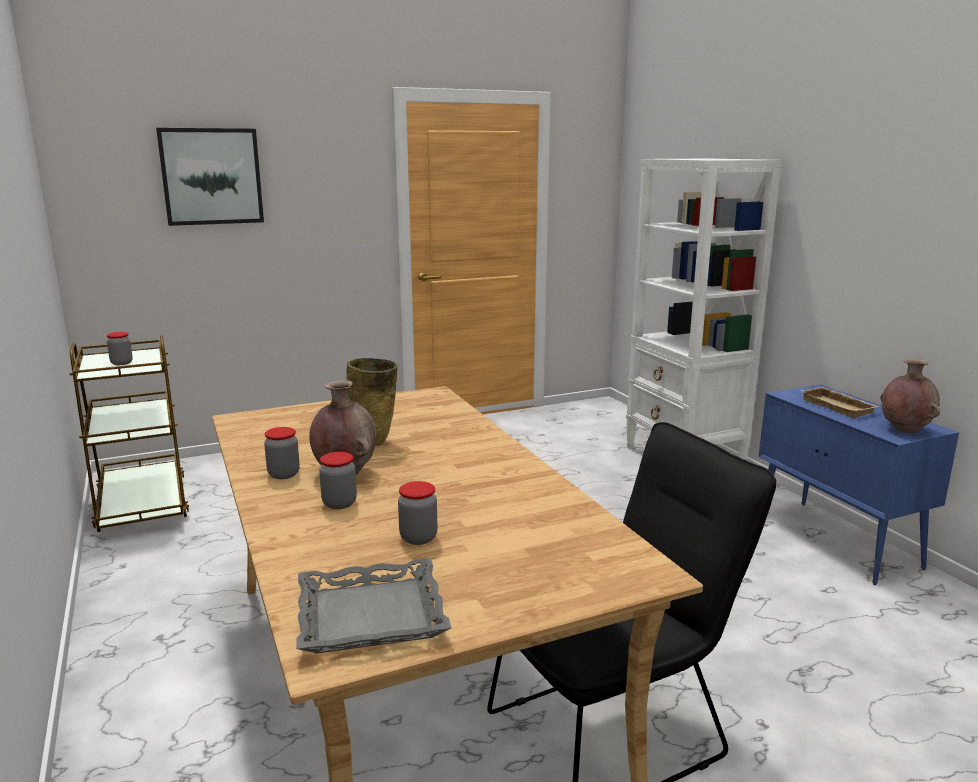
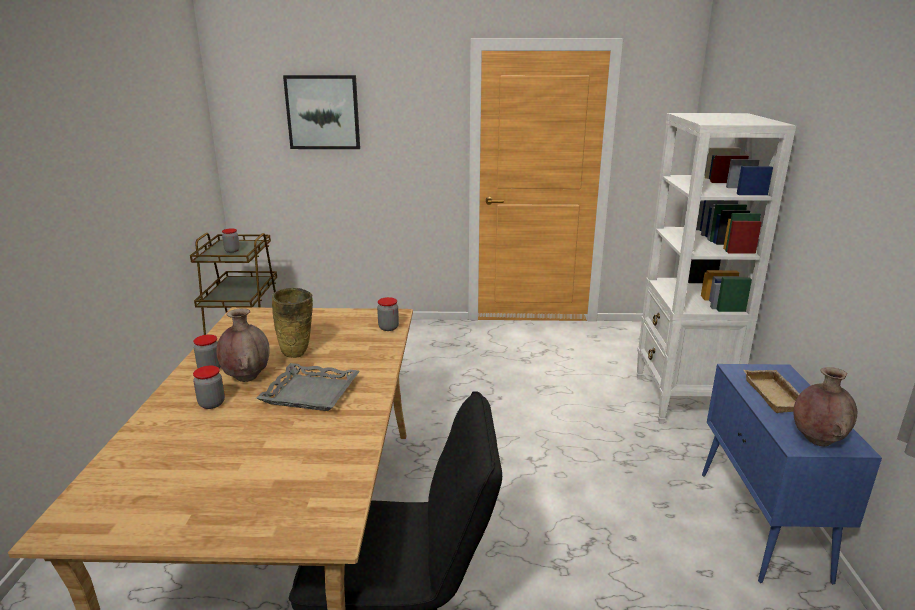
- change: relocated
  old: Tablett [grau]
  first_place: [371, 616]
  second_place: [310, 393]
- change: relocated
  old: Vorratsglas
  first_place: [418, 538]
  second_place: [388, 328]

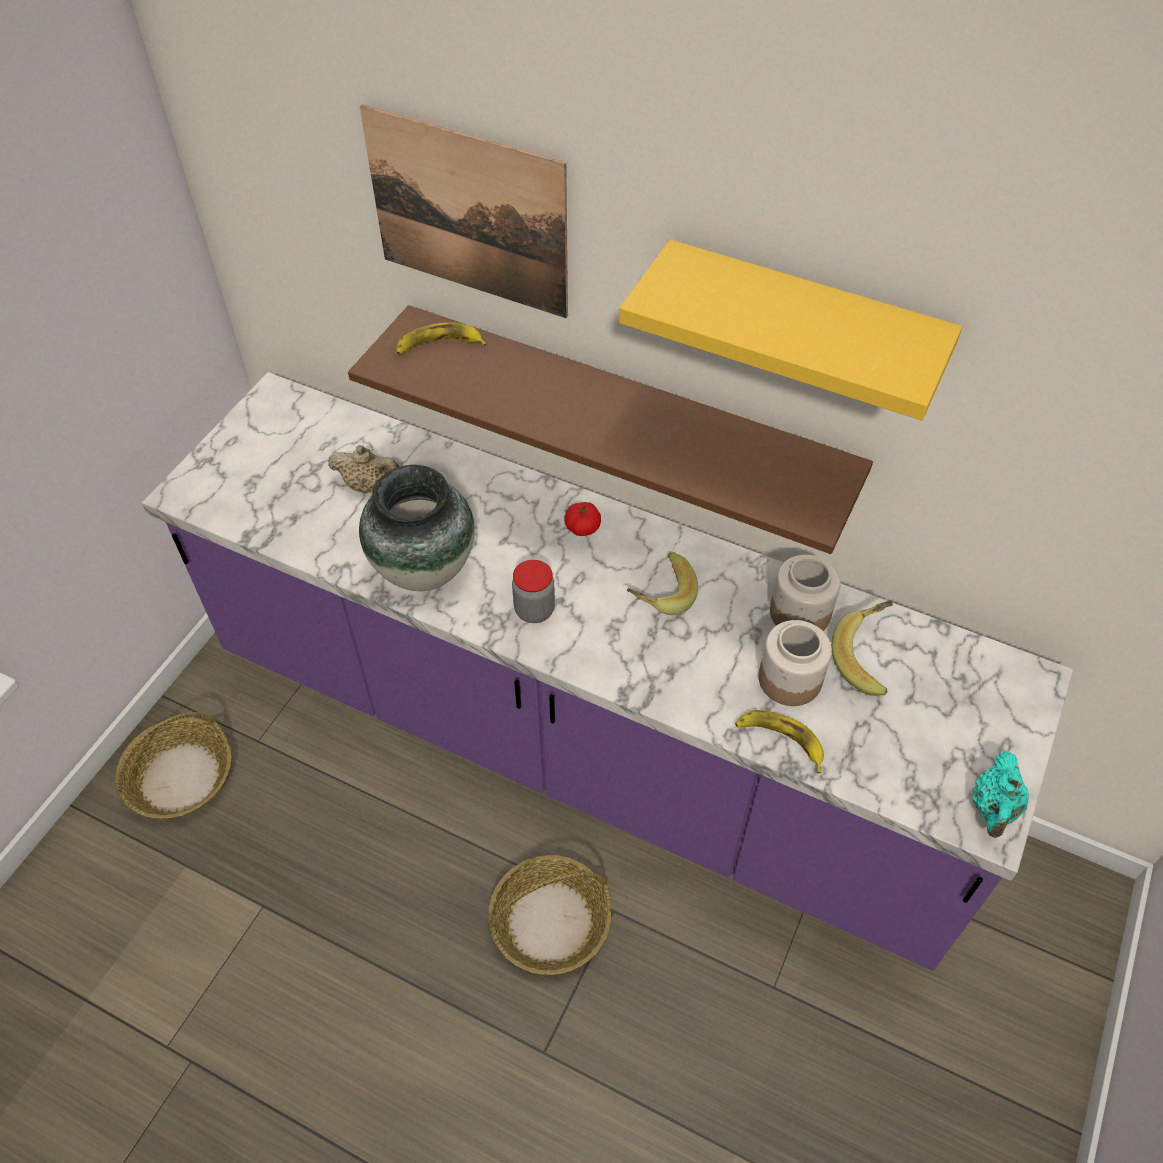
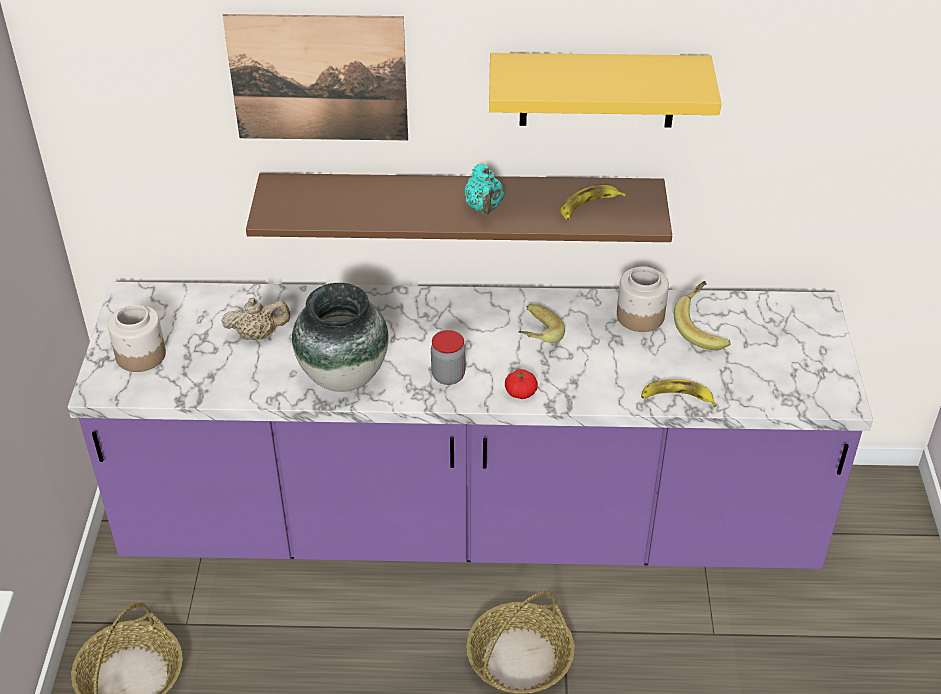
- change: relocated
  old: Vorratsglas
  first_place: [790, 679]
  second_place: [141, 355]
- change: relocated
  old: Teekanne [türkis]
  first_place: [993, 809]
  second_place: [484, 208]
- change: relocated
  old: Tomate
  first_place: [582, 527]
  second_place: [520, 392]
- change: relocated
  old: Banane
  first_place: [439, 345]
  second_place: [588, 206]

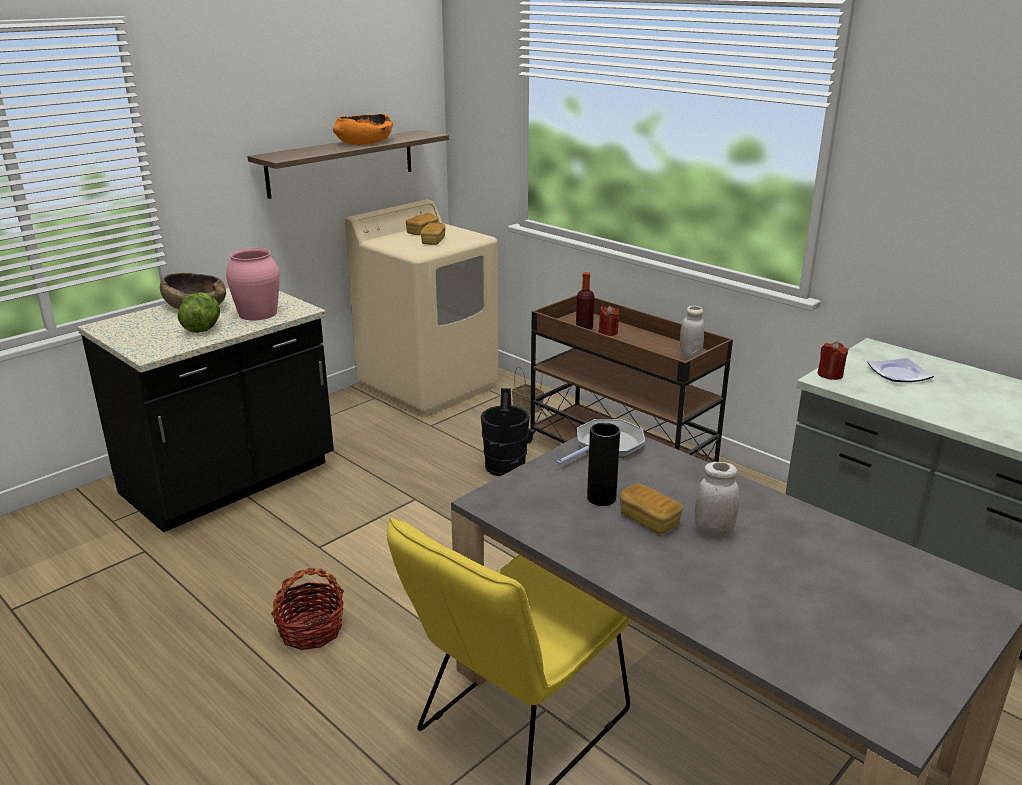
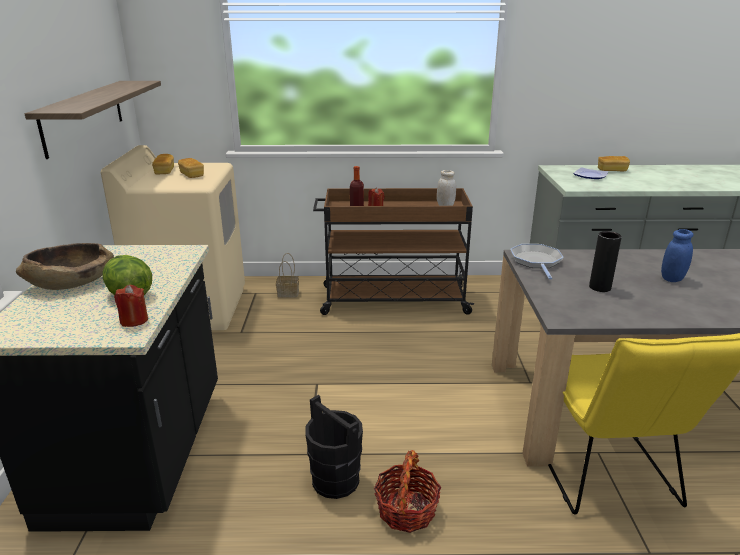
- change: relocated
  old: Kerze [rot]
  first_place: [830, 374]
  second_place: [134, 320]
- change: relocated
  old: Eimer [schwarz]
  first_place: [505, 466]
  second_place: [335, 480]
- change: relocated
  old: Brot
  first_place: [649, 520]
  second_place: [612, 170]
- change: colour
  old: Vorratsglas [weiß]
  new: Vorratsglas [blau]
  first_place: [713, 533]
  second_place: [672, 279]
- change: missing
  old: Vase [rosa]
  first_place: [258, 314]
- change: missing
  old: Schüssel [orange]
  first_place: [364, 142]

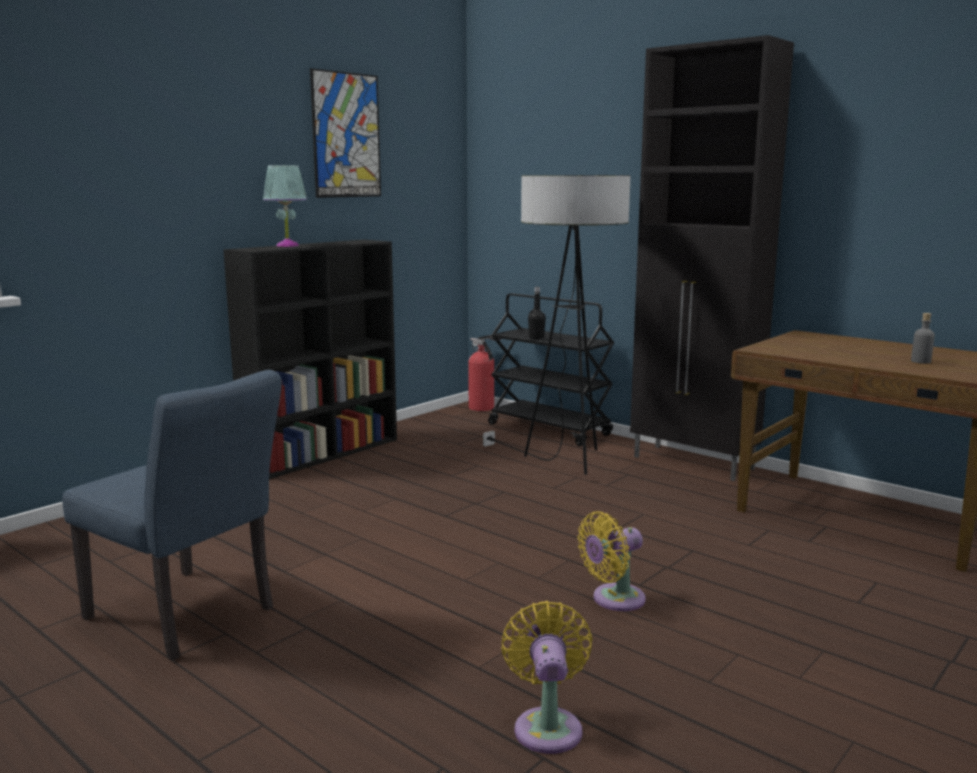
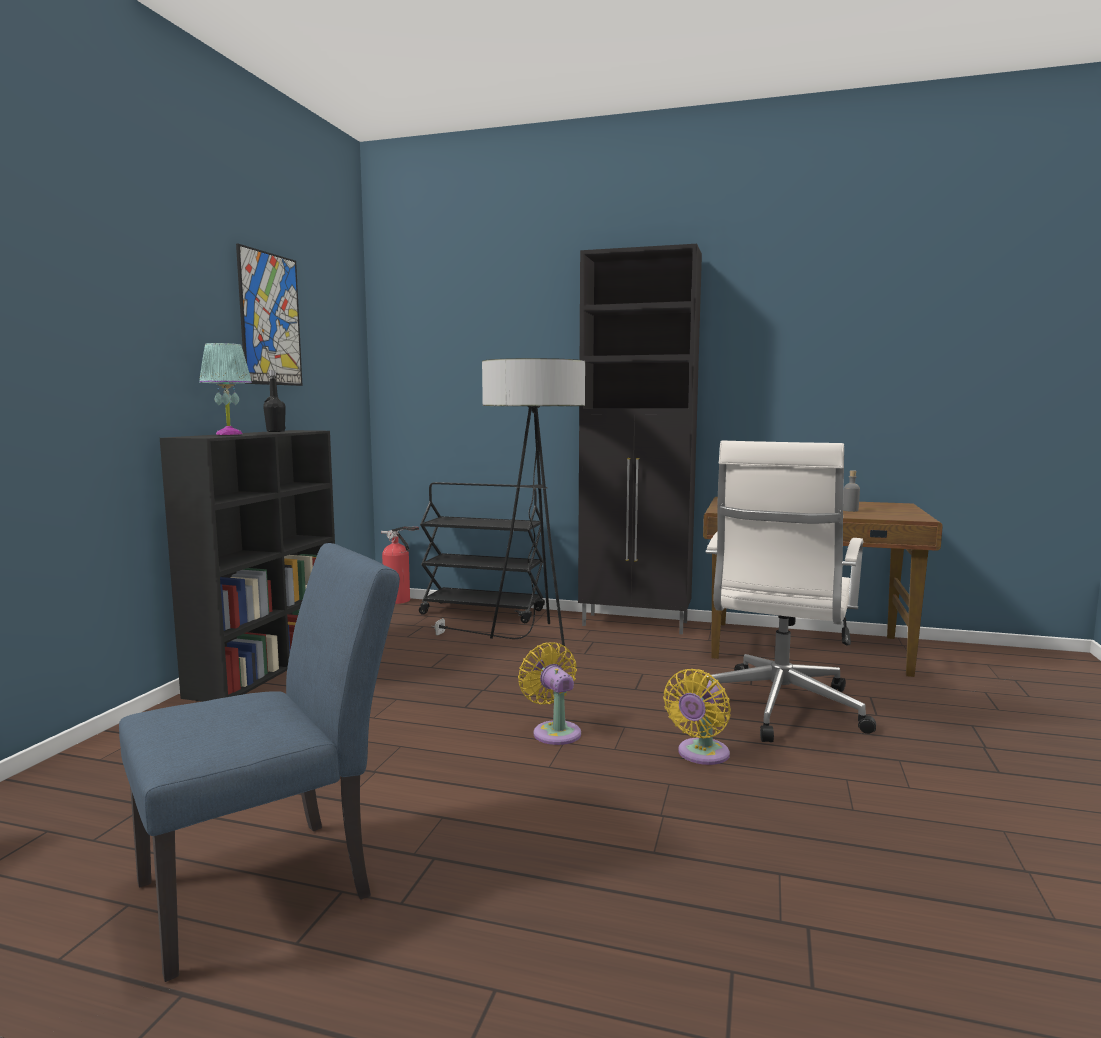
- change: spun
  old: Stuhl [blau]
  first_place: [188, 617]
  second_place: [273, 884]
  degrees: -45
- change: relocated
  old: Flasche [schwarz]
  first_place: [536, 338]
  second_place: [275, 431]
- change: relocated
  old: Ventilator [gelb]
  first_place: [547, 726]
  second_place: [554, 731]
- change: appeared
  new: Bürostuhl [weiß]
  second_place: [777, 709]

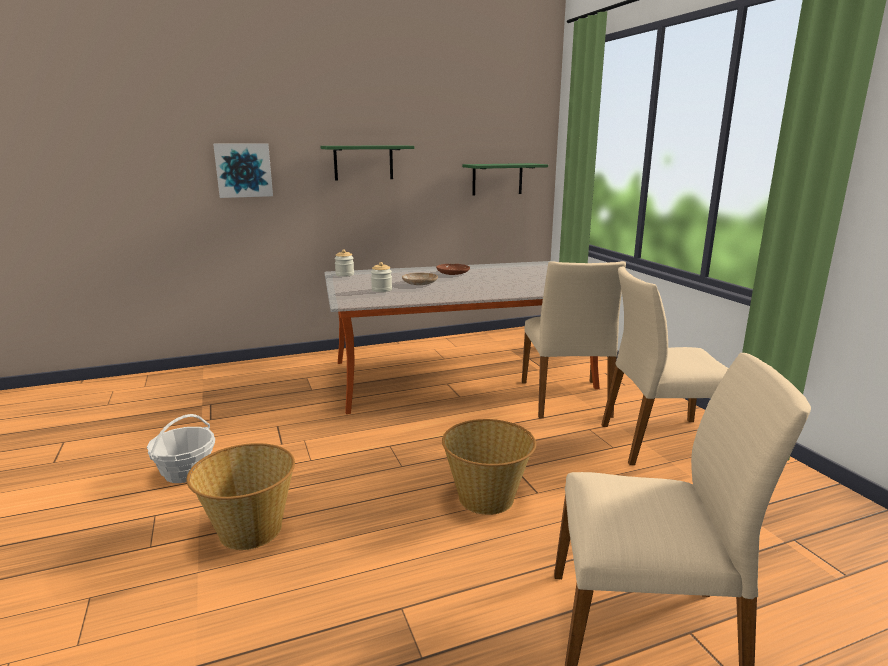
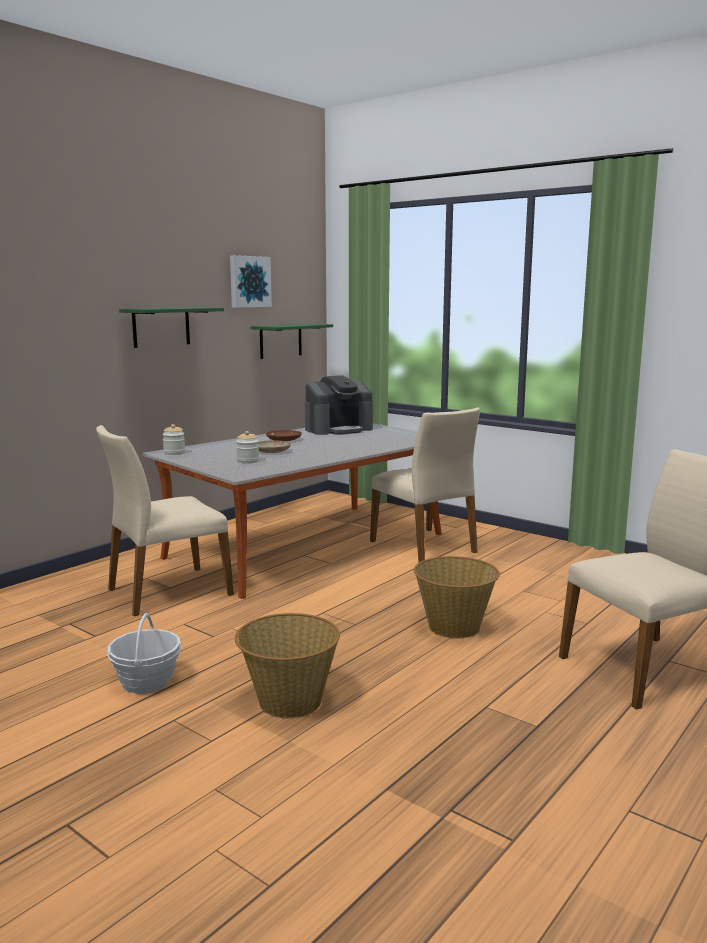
- change: relocated
  old: Stuhl [beige]
  first_place: [662, 442]
  second_place: [167, 591]
- change: relocated
  old: Bild
  first_place: [243, 170]
  second_place: [249, 281]
- change: appeared
  new: Kaffeemaschine
  second_place: [338, 429]

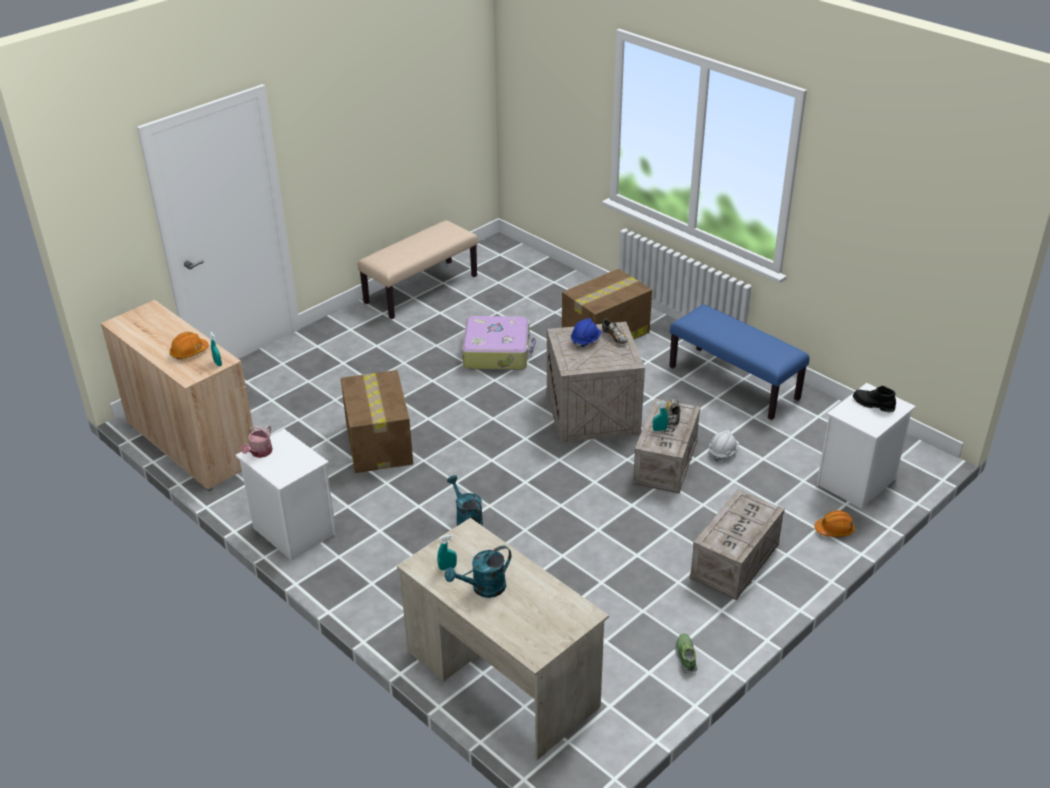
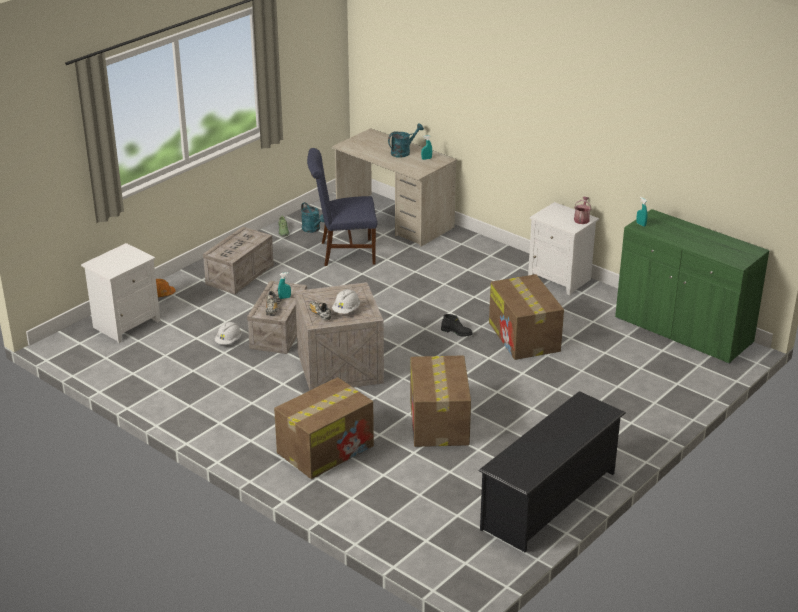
- change: relocated
  old: Gießkanne [türkis]
  first_place: [466, 519]
  second_place: [313, 229]
- change: appeared
  new: Stuhl [blau]
  second_place: [343, 253]
- change: colour
  old: Schutzhelm [blau]
  new: Schutzhelm [weiß]
  first_place: [585, 341]
  second_place: [346, 310]
- change: exchanged
  old: Koffer
  new: Karton
  first_place: [497, 352]
  second_place: [439, 423]
- change: relocated
  old: Stiefel [schwarz]
  first_place: [872, 404]
  second_place: [457, 332]
- change: exchanged
  old: Bank [beige]
  new: Schuhregal [schwarz]
  first_place: [421, 289]
  second_place: [549, 500]
- change: colour
  old: Schrank [beige]
  new: Schrank [grün]
  first_place: [192, 443]
  second_place: [683, 331]
- change: missing
  old: Schutzhelm [orange]
  first_place: [189, 352]
- change: missing
  old: Bank [blau]
  first_place: [734, 383]

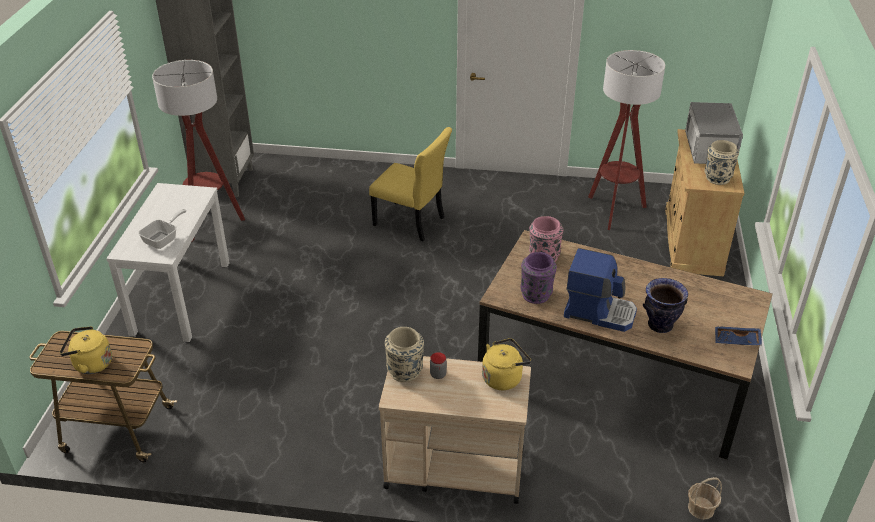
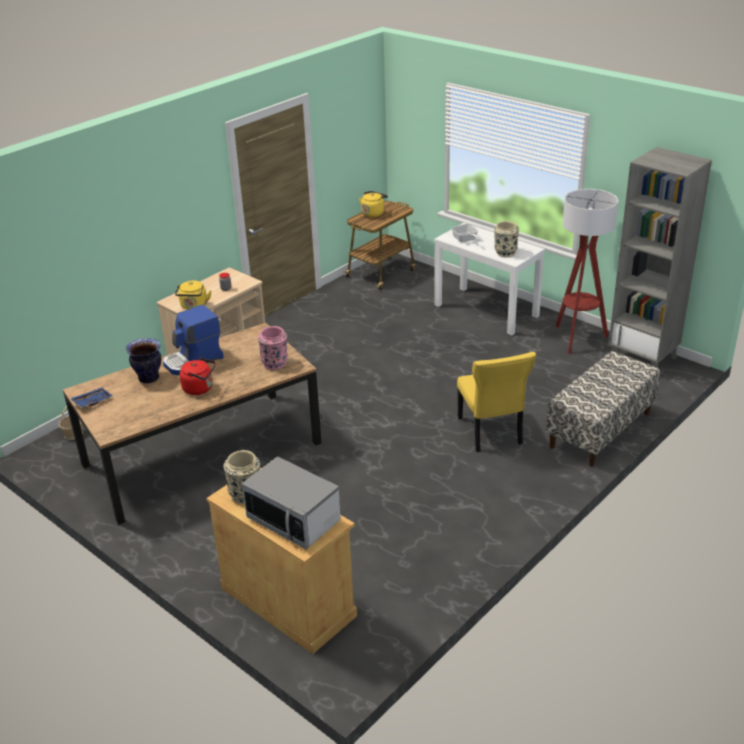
- change: appeared
  new: Wasserkessel [rot]
  second_place: [200, 388]
- change: spun
  old: Stuhl [gelb]
  first_place: [411, 222]
  second_place: [490, 433]
  degrees: -75
- change: relocated
  old: Vase [beige]
  first_place: [405, 372]
  second_place: [505, 253]
- change: appeared
  new: Bank
  second_place: [600, 430]
- change: missing
  old: Vase [lila]
  first_place: [536, 294]
- change: missing
  old: Stehlampe
  first_place: [614, 211]

